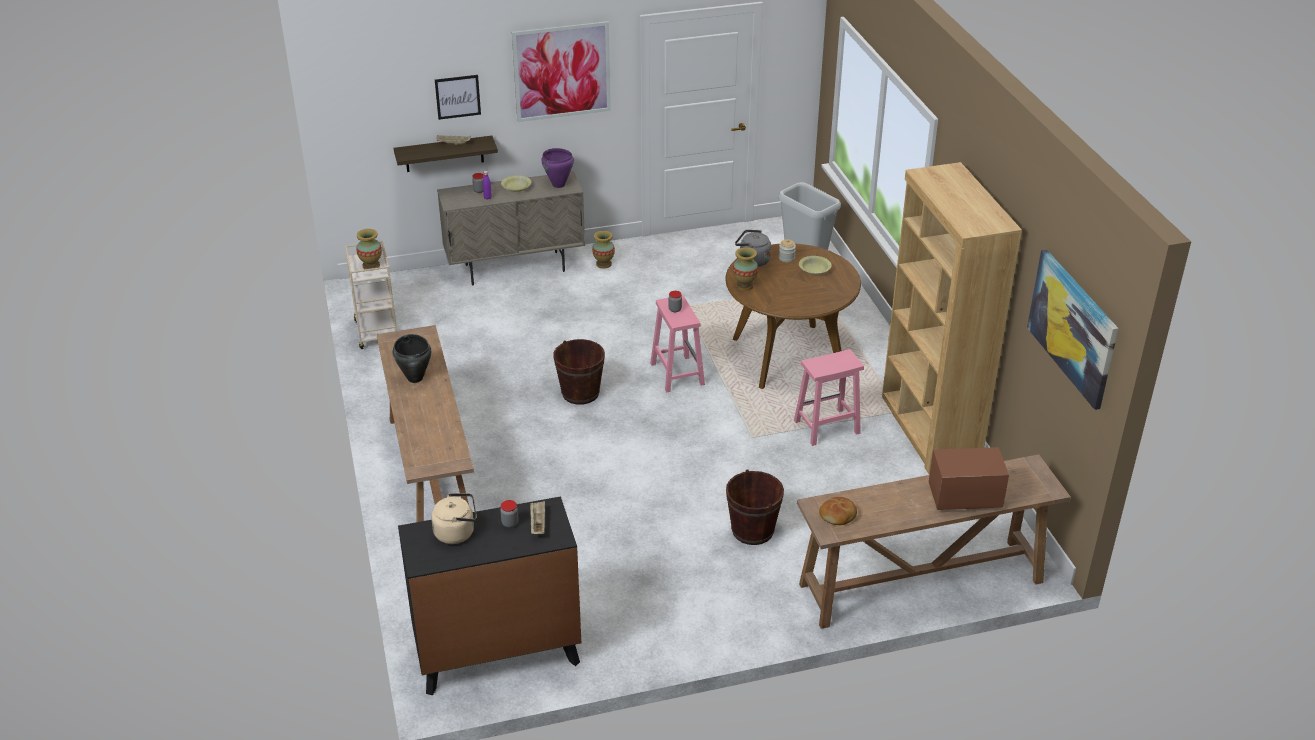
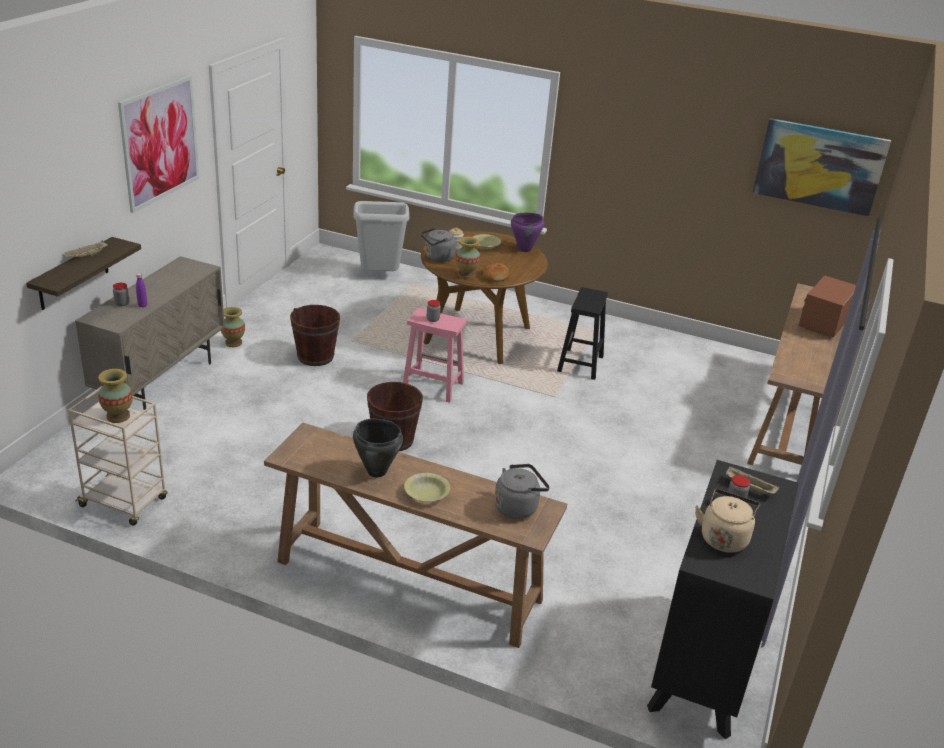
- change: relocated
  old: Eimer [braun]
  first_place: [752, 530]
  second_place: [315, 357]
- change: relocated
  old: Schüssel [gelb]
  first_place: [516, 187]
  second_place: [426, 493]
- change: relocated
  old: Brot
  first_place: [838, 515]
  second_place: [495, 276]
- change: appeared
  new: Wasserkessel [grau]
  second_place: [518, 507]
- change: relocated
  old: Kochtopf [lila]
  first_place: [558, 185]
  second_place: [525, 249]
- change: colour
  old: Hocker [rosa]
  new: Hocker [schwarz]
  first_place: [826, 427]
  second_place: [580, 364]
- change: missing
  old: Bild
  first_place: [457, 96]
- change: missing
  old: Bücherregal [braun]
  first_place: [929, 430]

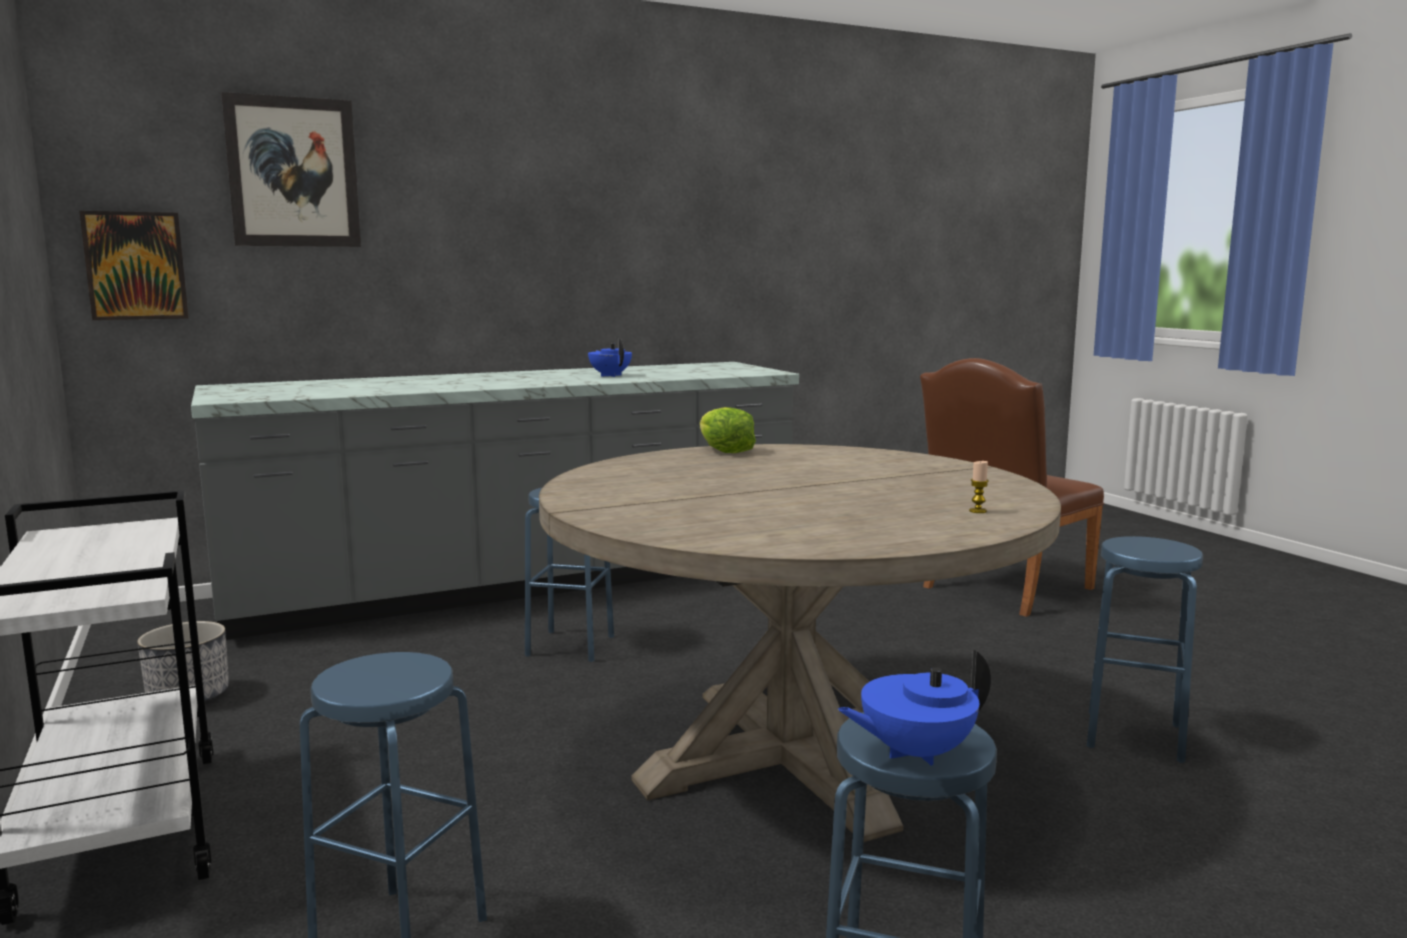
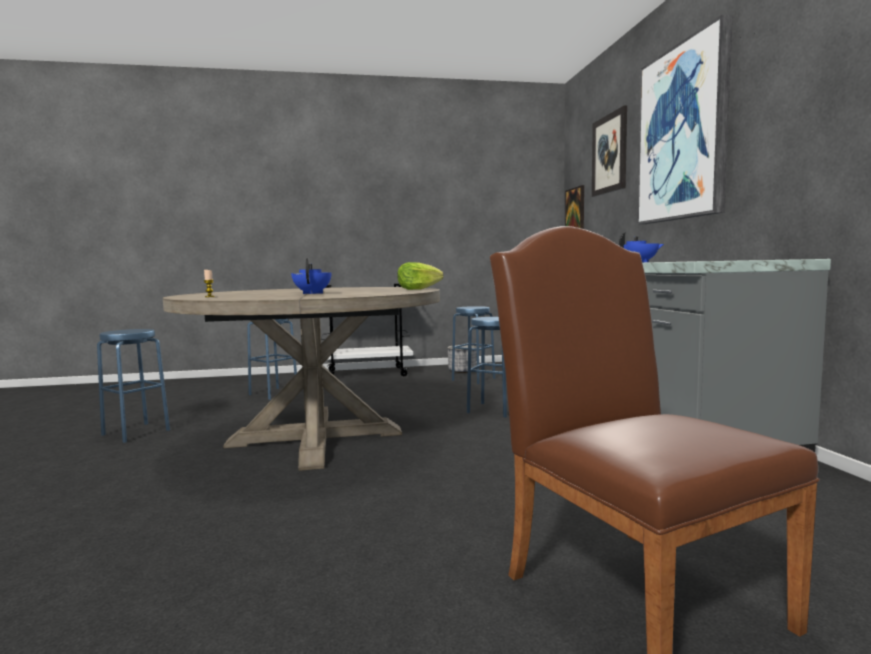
- change: relocated
  old: Teekanne [blau]
  first_place: [914, 753]
  second_place: [313, 293]
- change: relocated
  old: Hocker [blau]
  first_place: [1134, 736]
  second_place: [473, 379]
- change: appeared
  new: Bild
  second_place: [683, 133]

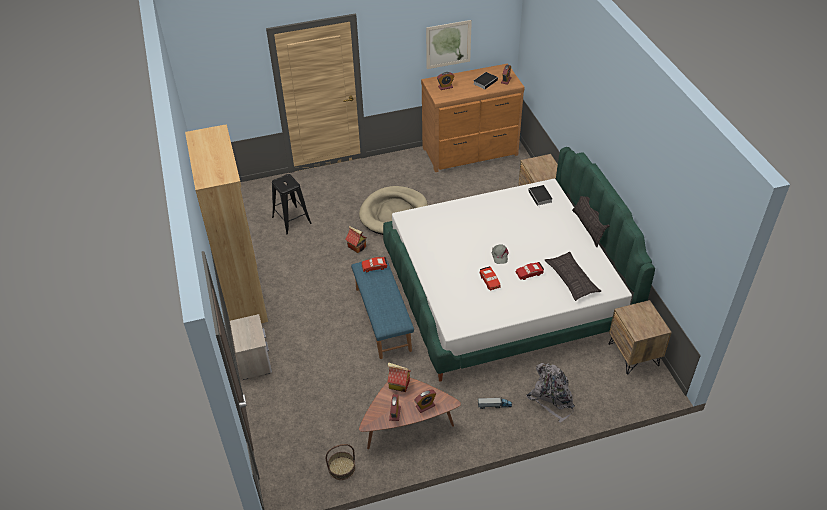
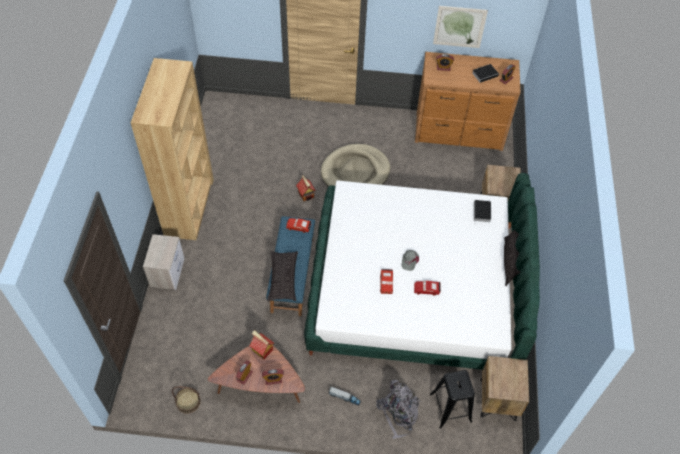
- change: relocated
  old: Kissen
  first_place: [571, 279]
  second_place: [283, 278]
- change: relocated
  old: Hocker [schwarz]
  first_place: [291, 220]
  second_place: [450, 407]

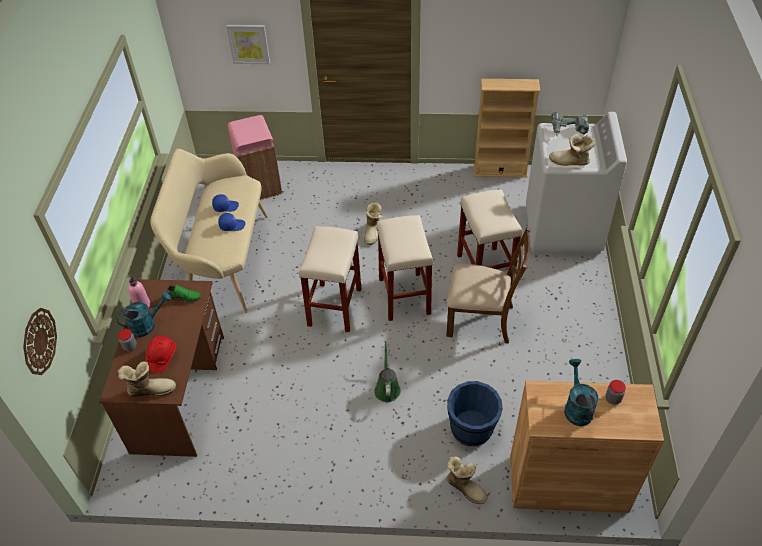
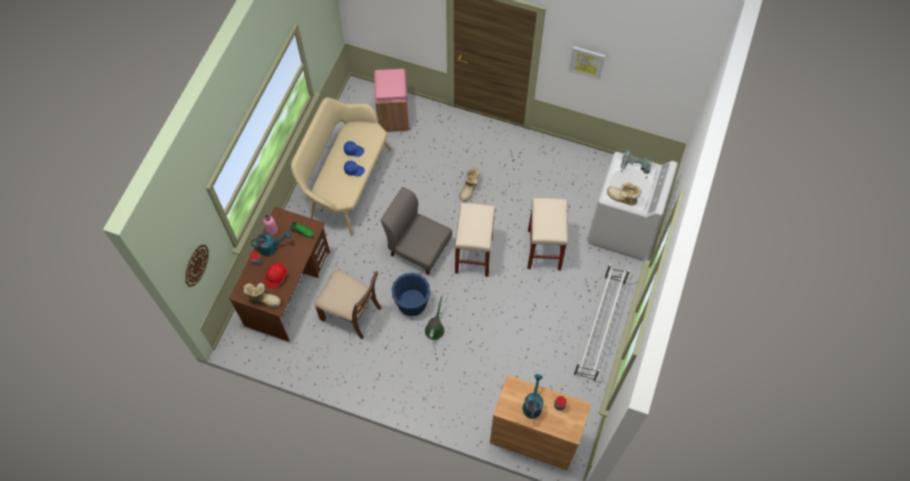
- change: relocated
  old: Stuhl [braun]
  first_place: [481, 320]
  second_place: [351, 313]
- change: exchanged
  old: Hocker [beige]
  new: Stuhl [grau]
  first_place: [334, 306]
  second_place: [418, 249]
- change: relocated
  old: Eimer [blau]
  first_place: [471, 429]
  second_place: [412, 303]
- change: relocated
  old: Bild
  first_place: [248, 44]
  second_place: [587, 62]
- change: appeared
  new: Schuhregal [weiß]
  second_place: [599, 328]
- change: missing
  old: Stiefel
  first_place: [465, 487]
- change: missing
  old: Bücherregal [beige]
  first_place: [500, 171]

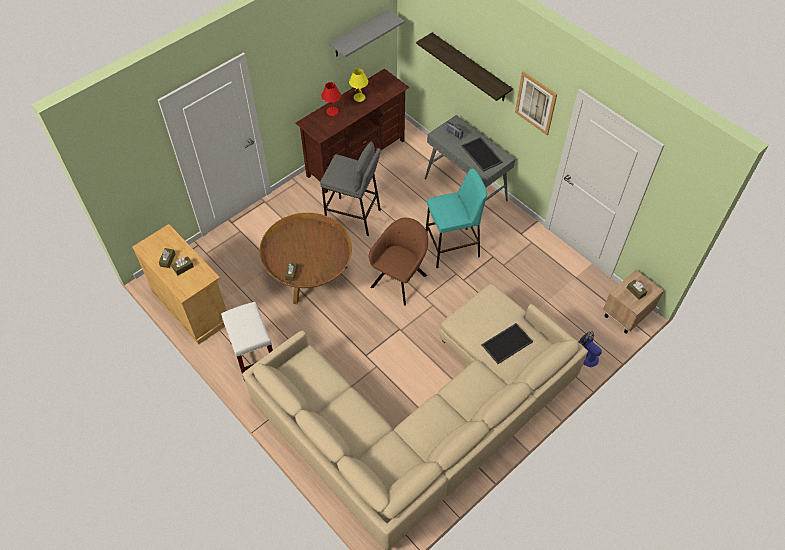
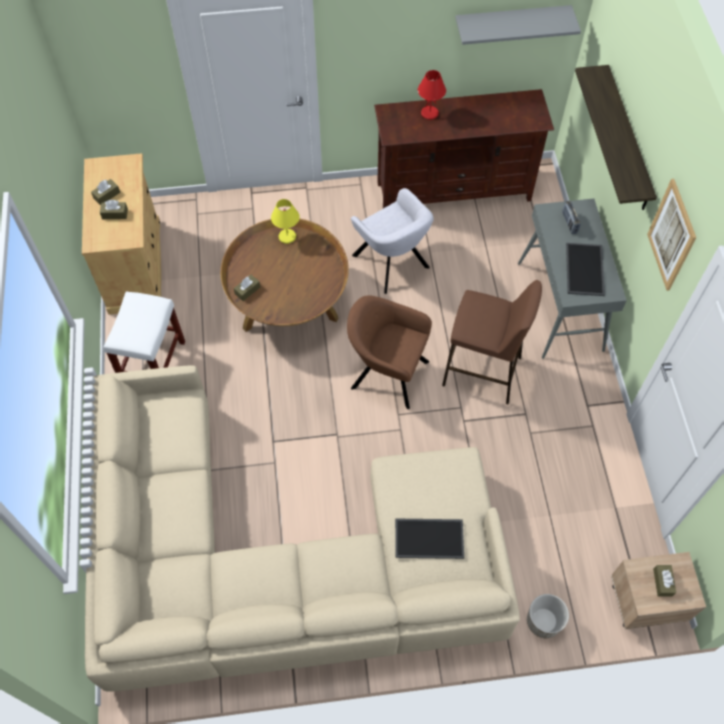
- change: relocated
  old: Tischlampe [gelb]
  first_place: [359, 98]
  second_place: [287, 237]
- change: spun
  old: Sessel [braun]
  first_place: [400, 279]
  second_place: [386, 373]
  degrees: -135
- change: exchanged
  old: Hocker [grau]
  new: Sessel [grau]
  first_place: [353, 217]
  second_place: [392, 263]
- change: colour
  old: Hocker [türkis]
  new: Hocker [braun]
  first_place: [452, 248]
  second_place: [482, 371]
- change: exchanged
  old: Ventilator
  new: Pflanzkübel
  first_place: [586, 356]
  second_place: [543, 621]

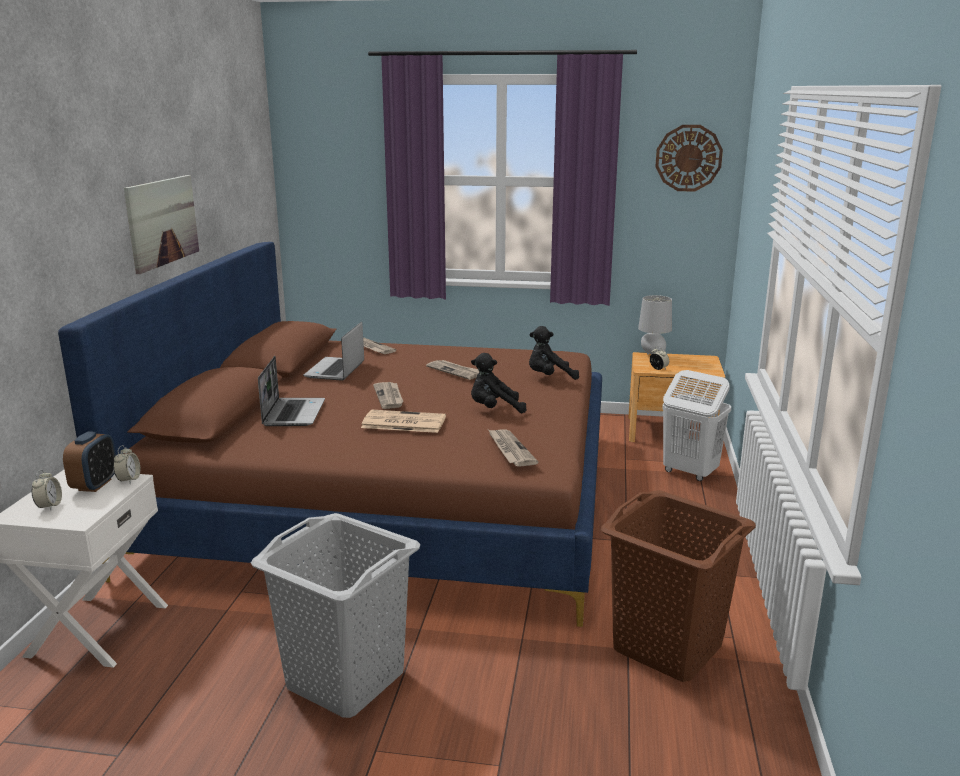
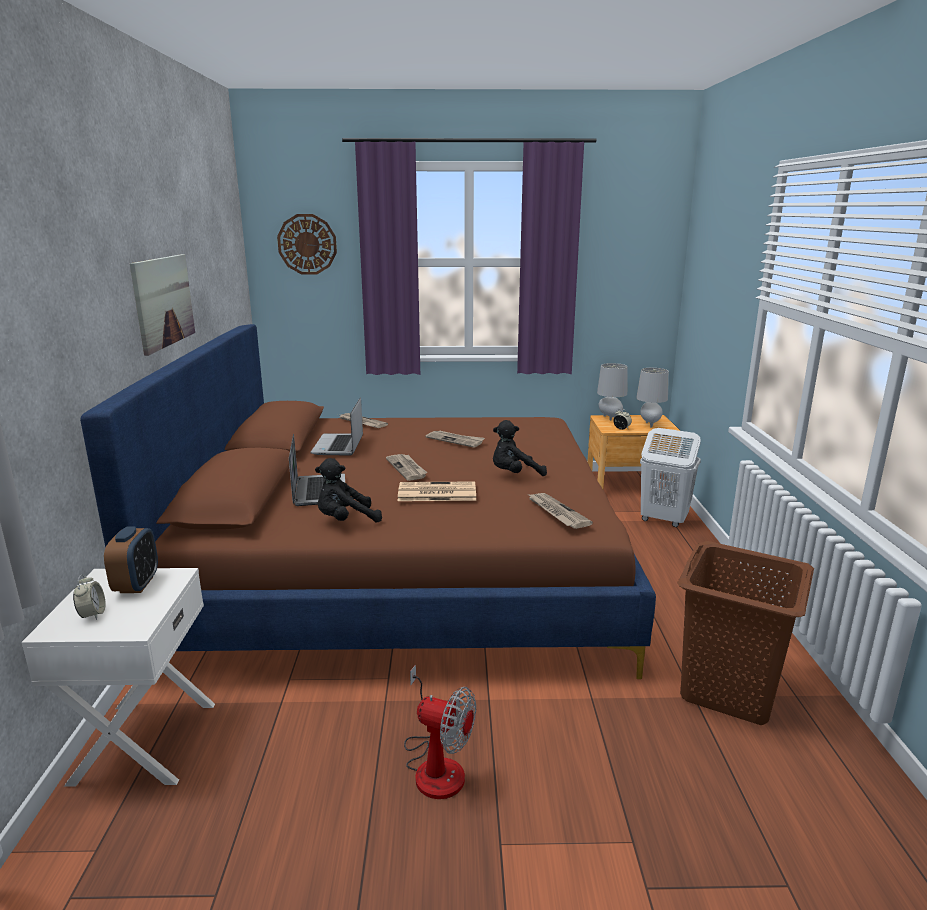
- change: relocated
  old: Wanduhr
  first_place: [688, 158]
  second_place: [307, 244]
- change: relocated
  old: Plüschtier [schwarz]
  first_place: [549, 377]
  second_place: [345, 520]
- change: exchanged
  old: Wäschekorb [grau]
  new: Ventilator
  first_place: [345, 679]
  second_place: [436, 764]
- change: appeared
  new: Tischlampe [grau]
  second_place: [649, 424]
- change: missing
  old: Wecker
  first_place: [129, 480]

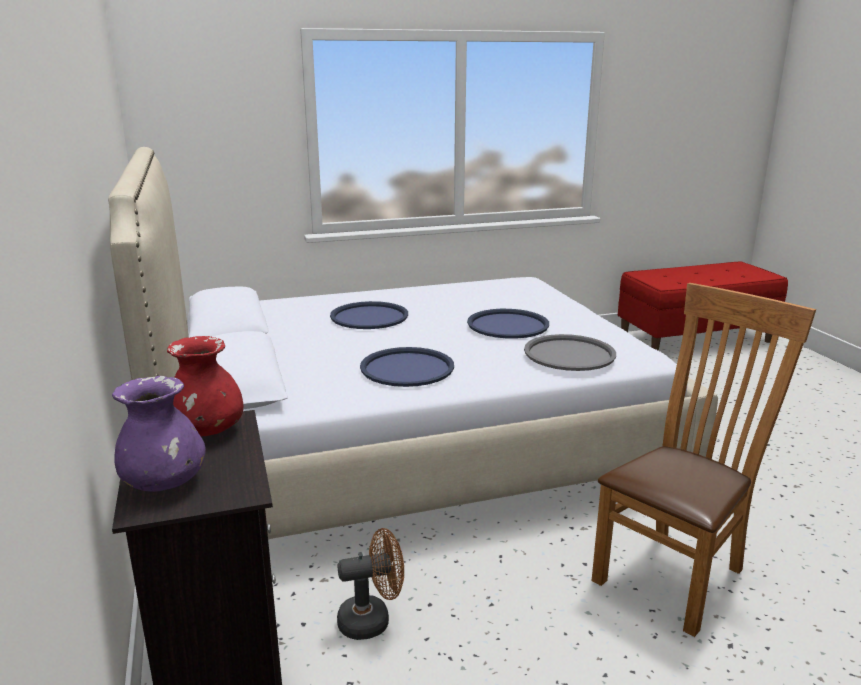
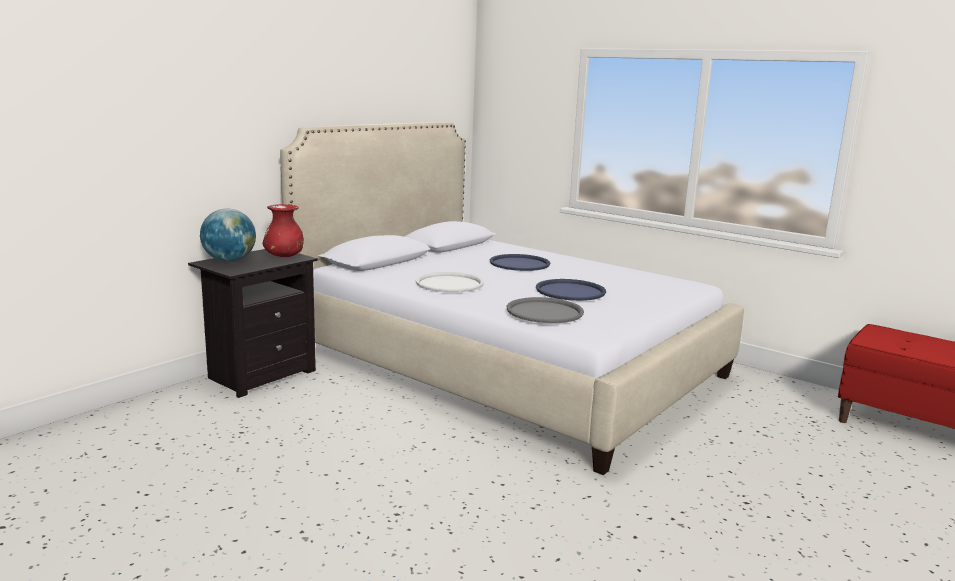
- change: exchanged
  old: Vase [lila]
  new: Globus
  first_place: [165, 483]
  second_place: [229, 261]
- change: colour
  old: Tablett [blau]
  new: Tablett [weiß]
  first_place: [407, 368]
  second_place: [449, 283]
- change: missing
  old: Ventilator [braun]
  first_place: [372, 620]
- change: missing
  old: Stuhl [braun]
  first_place: [676, 573]

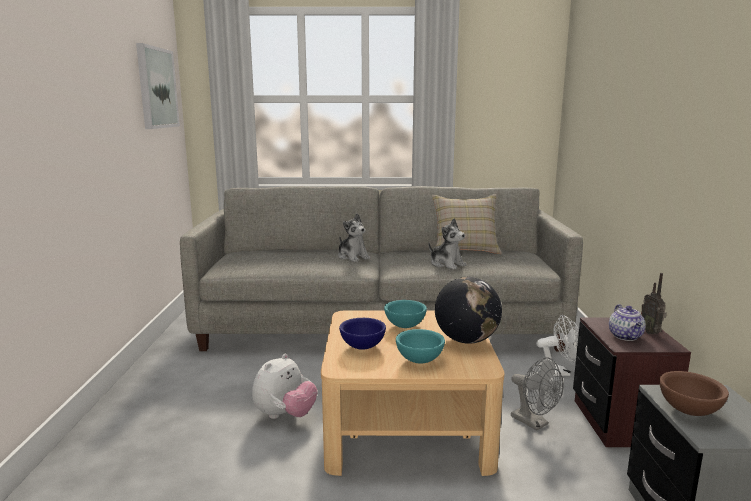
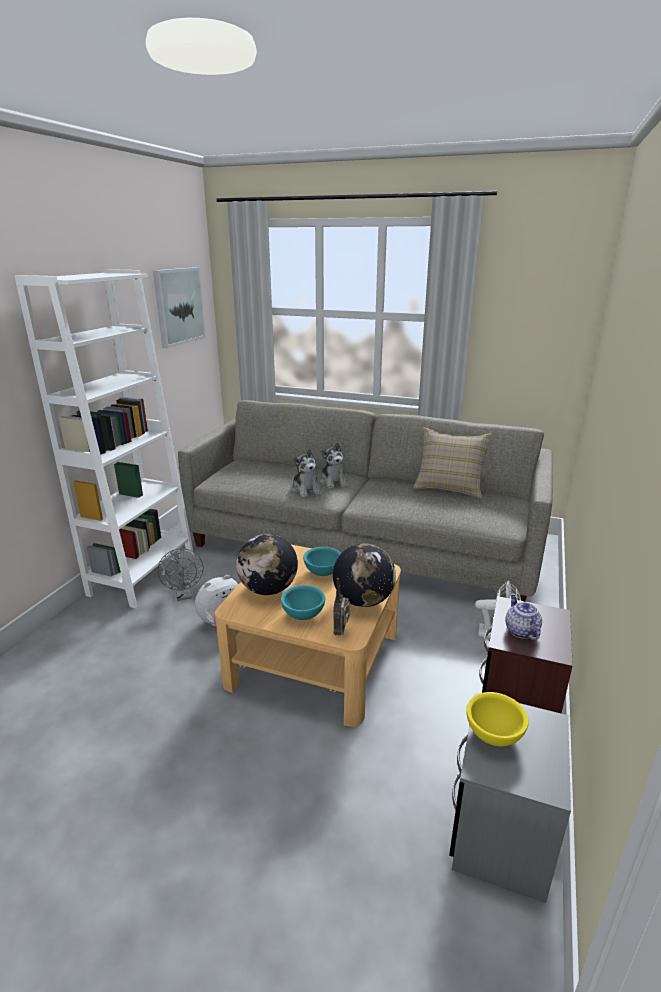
- change: appeared
  new: Bücherregal [weiß]
  second_place: [143, 575]
- change: relocated
  old: Ventilator [grau]
  first_place: [534, 423]
  second_place: [184, 595]
- change: exchanged
  old: Schüssel [blau]
  new: Globus
  first_place: [362, 347]
  second_place: [268, 589]
- change: relocated
  old: Plüschtier
  first_place: [446, 264]
  second_place: [306, 490]
- change: relocated
  old: Radio
  first_place: [651, 332]
  second_place: [341, 631]
- change: colour
  old: Schüssel [braun]
  new: Schüssel [gelb]
  first_place: [688, 411]
  second_place: [493, 735]
- change: spun
  old: Teekanne
  first_place: [626, 336]
  second_place: [520, 631]
  degrees: 150

